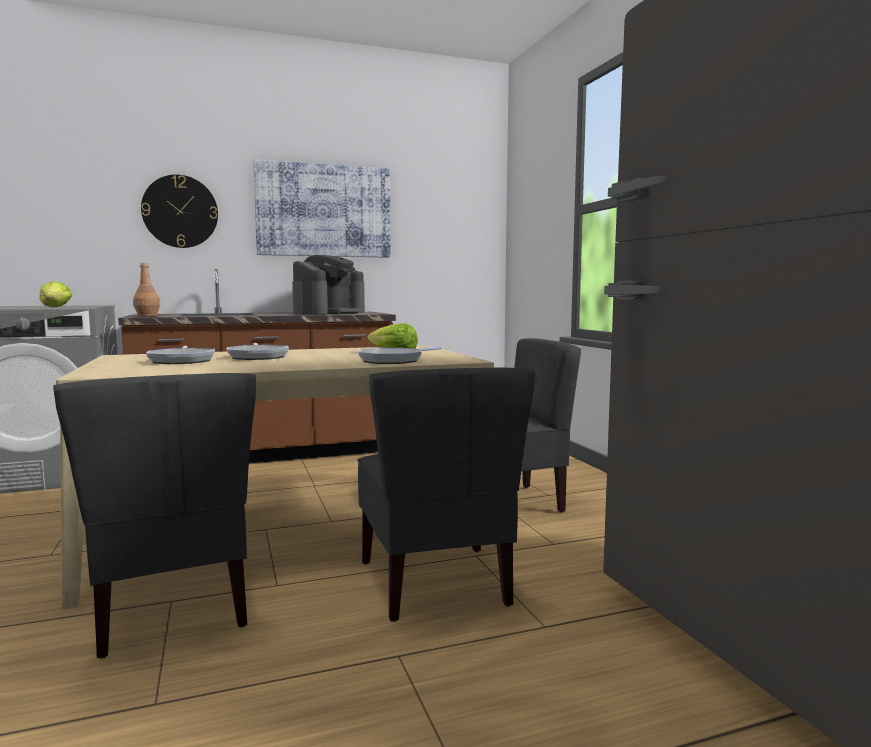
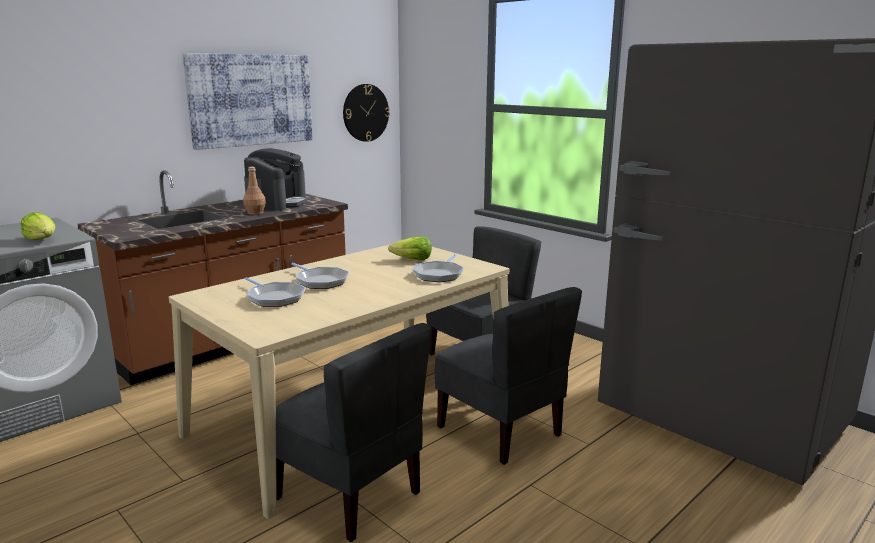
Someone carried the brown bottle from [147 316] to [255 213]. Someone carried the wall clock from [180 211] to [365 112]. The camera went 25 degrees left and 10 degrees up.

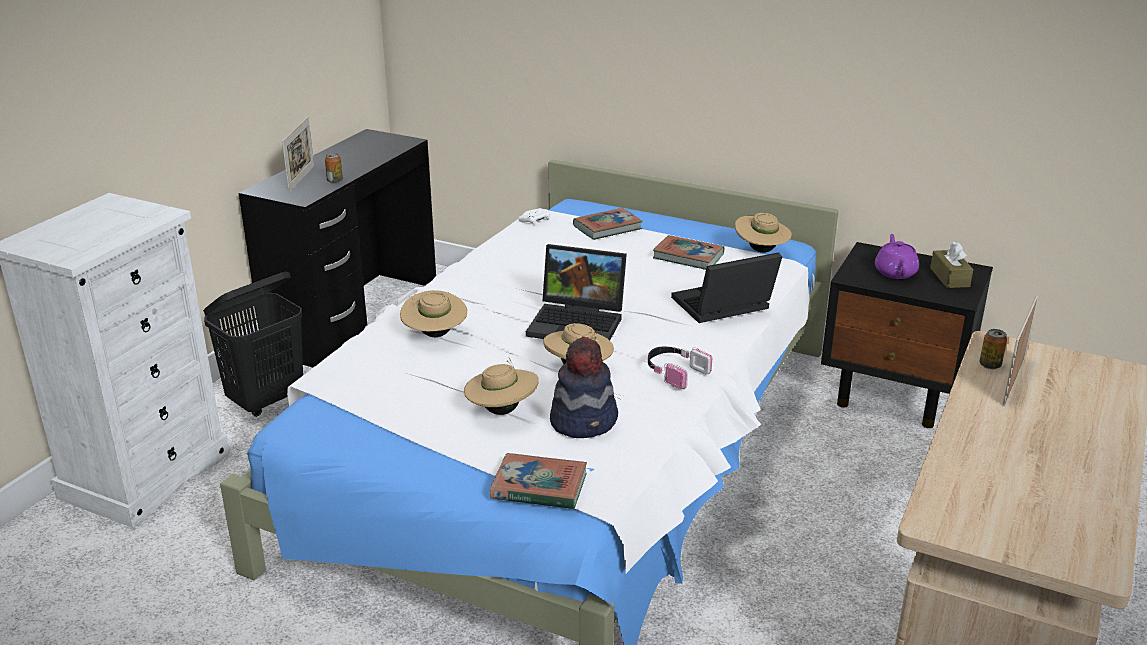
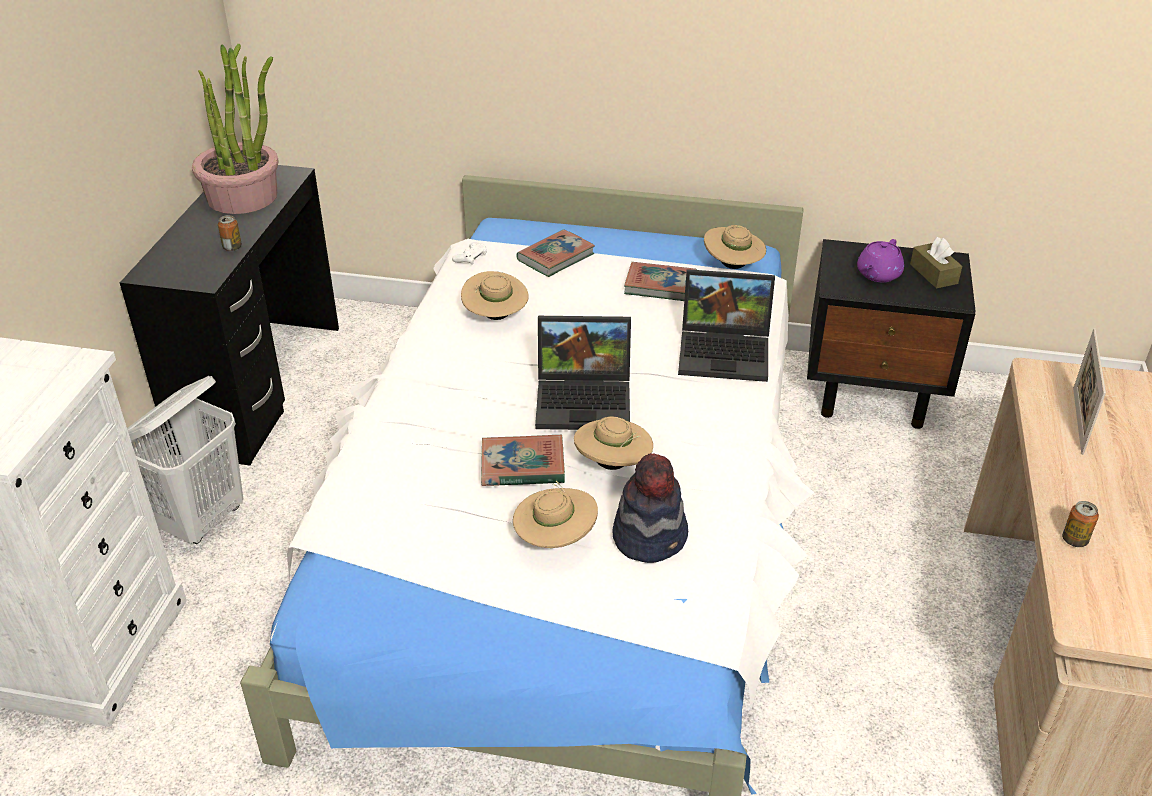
Someone took away the picture frame at [301 179]. Someone took away the headphones at [674 372]. Someone put down the potted plant at [243 196]. Someone carried the beige hat from [435 334] to [495 316]. Someone carried the book from [539 487] to [522 466]. Someone carried the can from [990 365] to [1074 540]. Someone repainted the black laundry basket at [267 401], which became the white laundry basket at [202 520]. Someone rotated the laptop at [722 307] by 135 degrees counterclockwise. Someone rotated the purple teapot at [895 272] by 135 degrees counterclockwise. The camera went 15 degrees left and 10 degrees up.

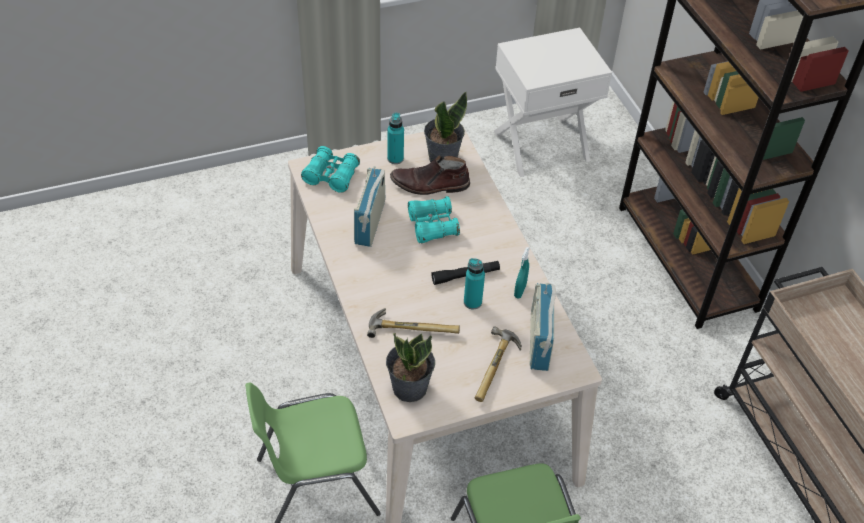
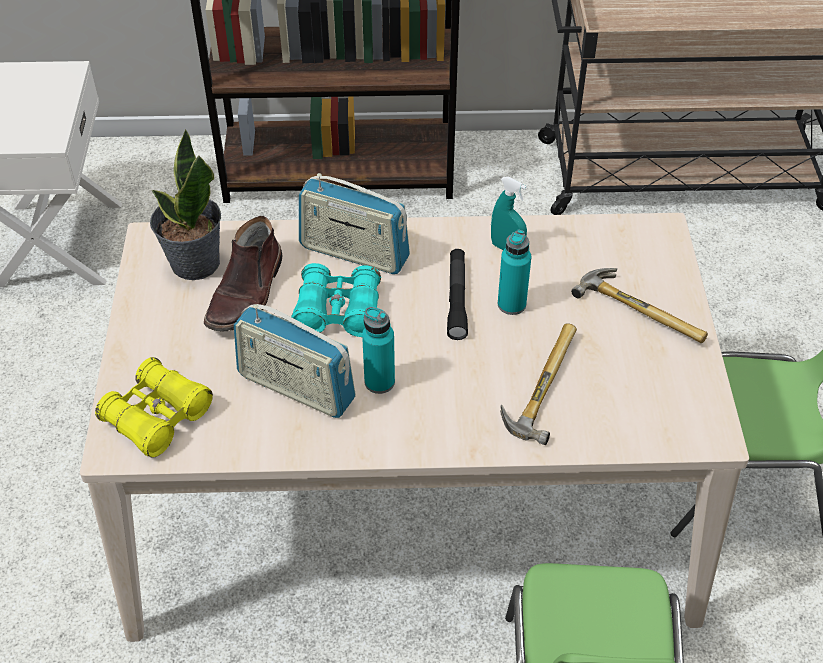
Someone took away the potted plant at [409 387]. Someone carried the turquoise bottle from [395 158] to [379 382]. Someone carried the radio from [539 342] to [354 253]. Someone repainted the turquoise binoculars at [331 176], which became the yellow binoculars at [157 417]. The camera went 70 degrees left and 0 degrees up.

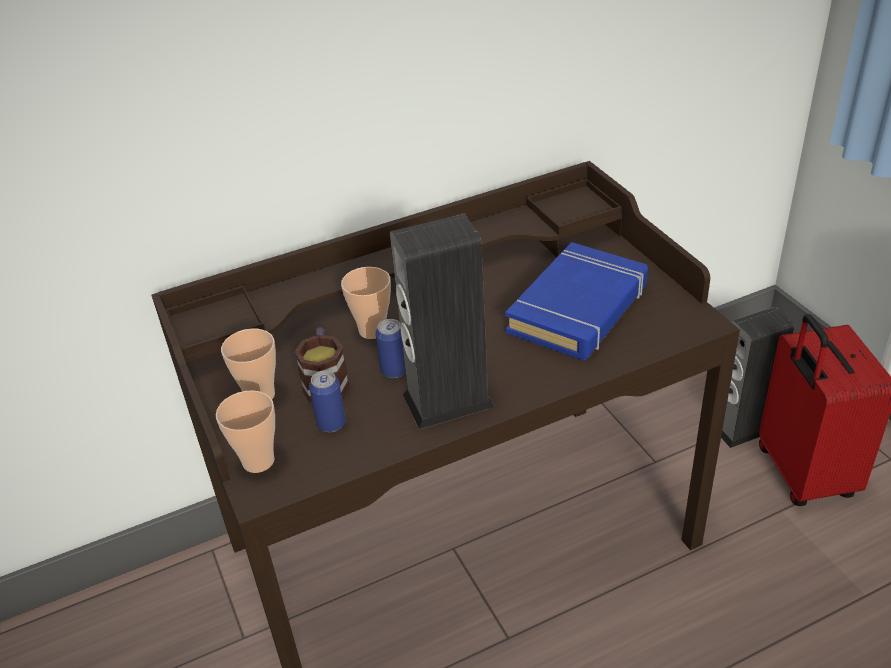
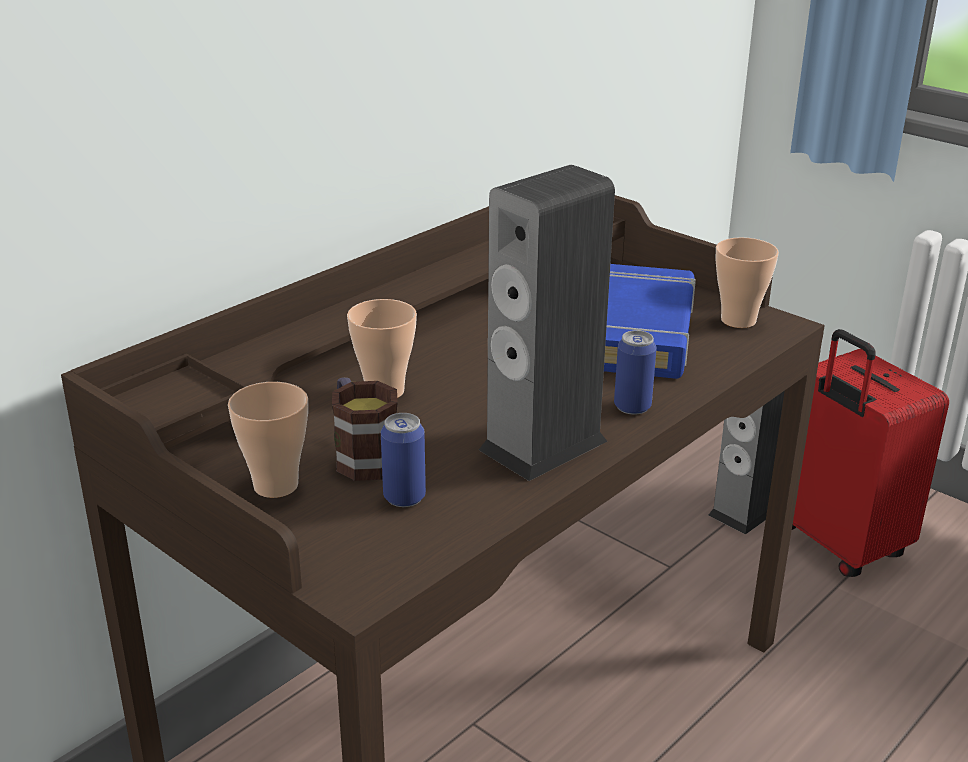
Someone carried the cup from [258 461] to [738 320]. Someone carried the can from [394 370] to [632 407]. The camera went 25 degrees left and 10 degrees down.

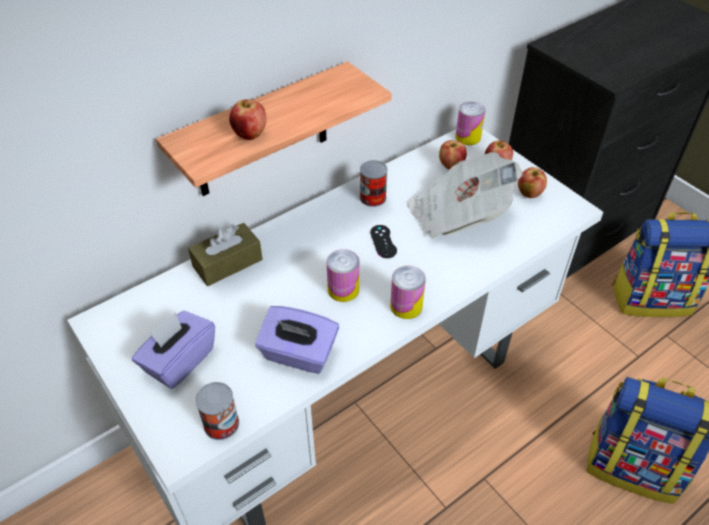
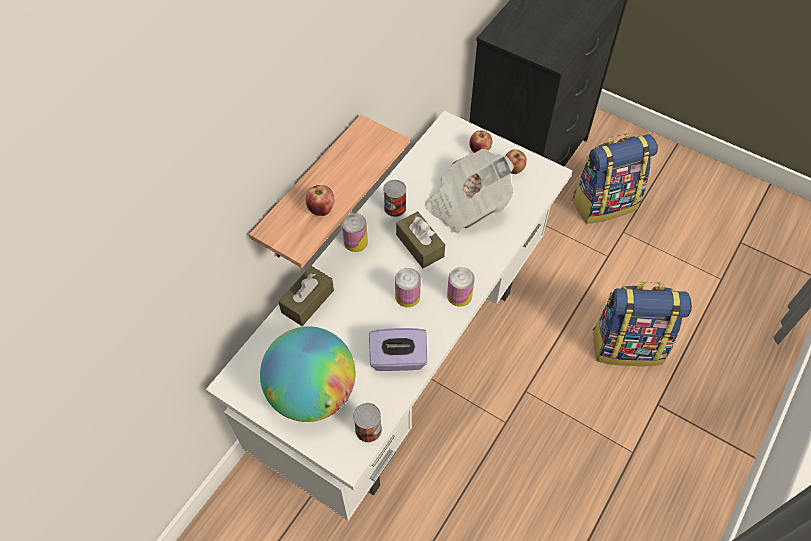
Someone took away the apple at [451 165]. Someone carried the can from [468 137] to [355 242]. Someone swapped the purple tissue box at [179 361] for the globe at [312 393]. Someone swapped the black game controller at [383 241] for the brown tissue box at [420 245]. The camera went 20 degrees left and 10 degrees up.

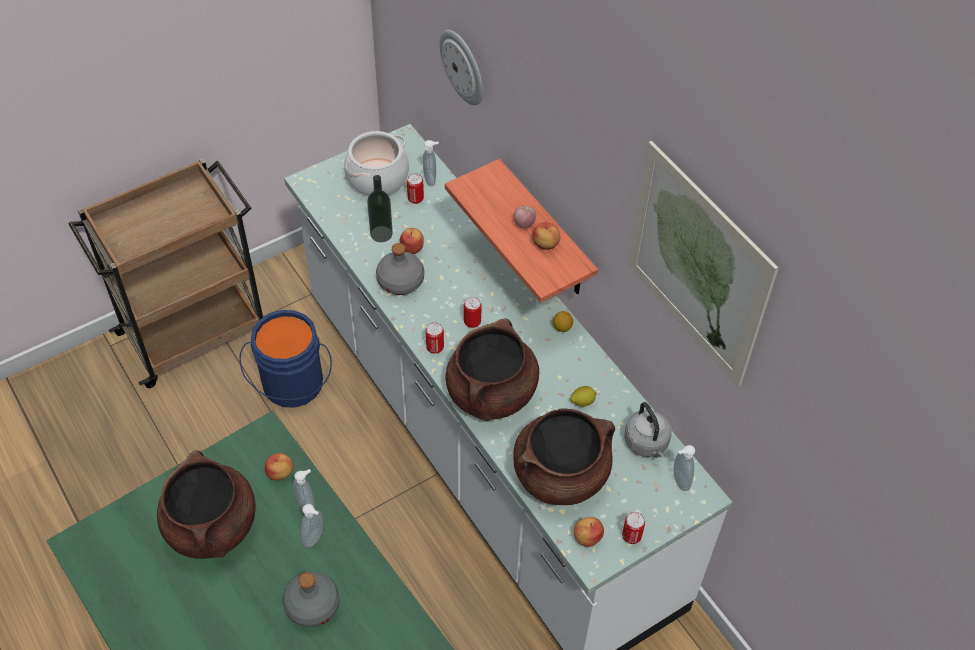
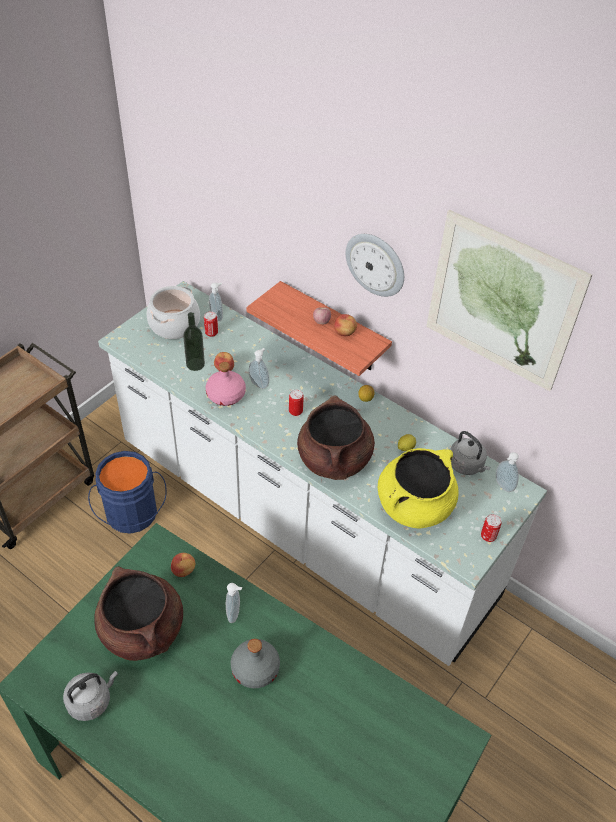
Someone took away the can at [435 347]. Someone took away the apple at [587 537]. Someone put down the grey kettle at [91 701]. Someone carried the soap dispenser from [307 504] to [259 383]. Someone carried the wall clock from [463 66] to [376 264]. Someone repainted the grey bottle at [400 281], which became the pink bottle at [226 395]. Someone repainted the brown cooking pot at [560 474], which became the yellow cooking pot at [414 505]. The camera went 20 degrees left and 5 degrees down.

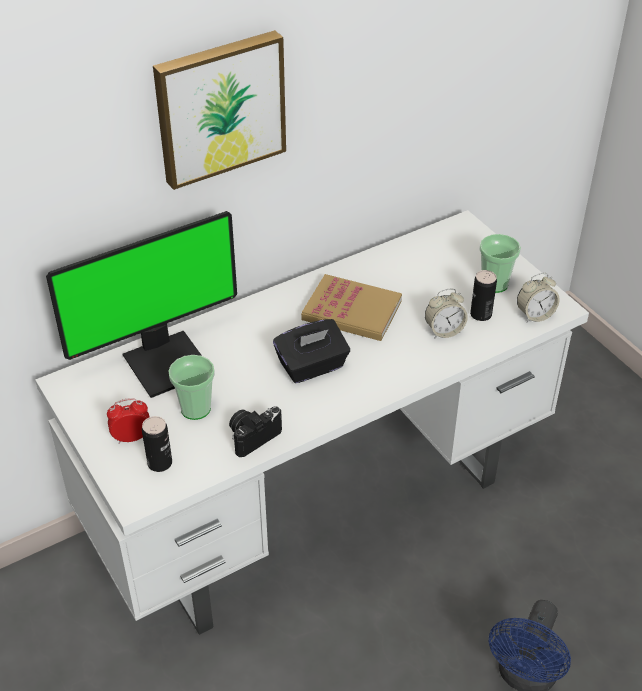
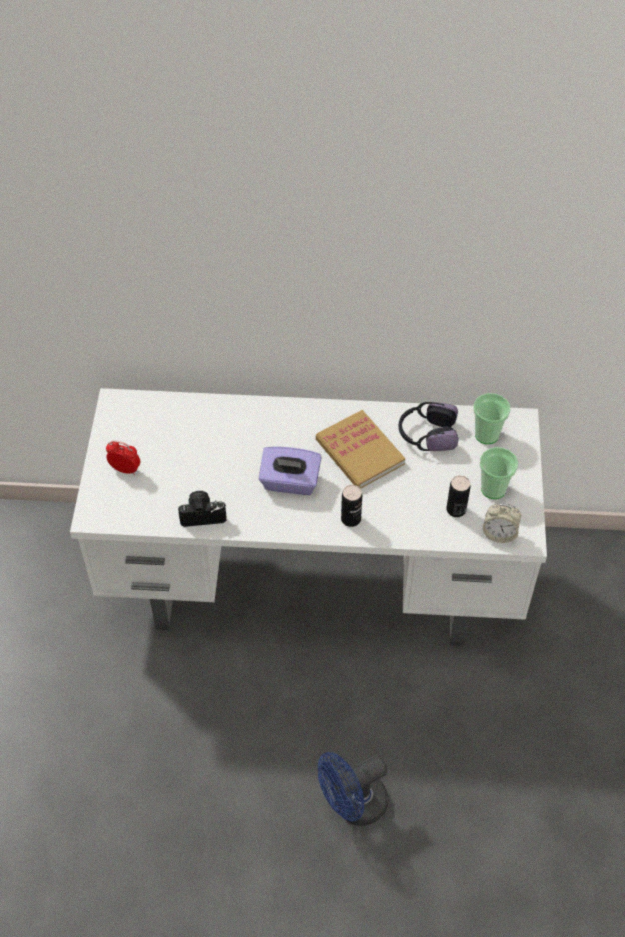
Someone took away the monitor at [166 362]. Someone took away the picture at [219 107]. Someone took away the alarm clock at [444 331]. Someone put down the headphones at [427 434]. Someone carried the can from [160 463] to [351 519]. Someone carried the cup from [195 409] to [486 434]. Someone repainted the black tissue box at [312 366], which became the purple tissue box at [290 482]. The camera went 35 degrees right and 10 degrees up.

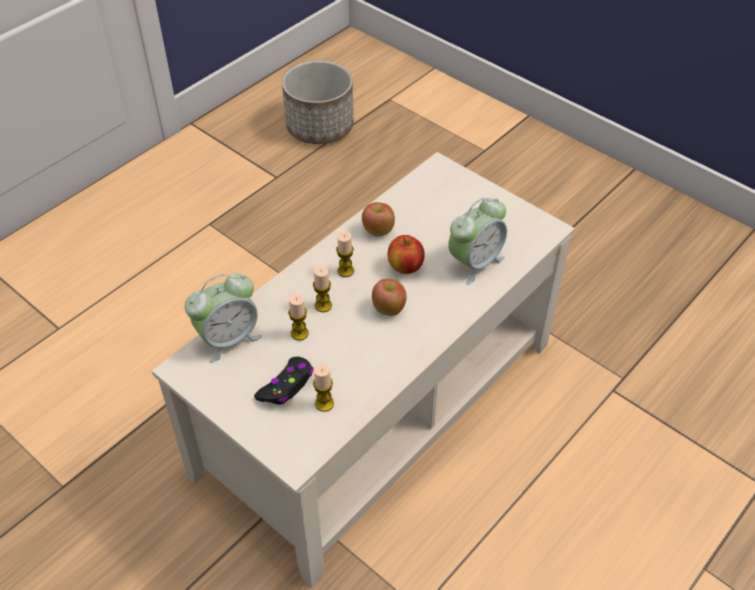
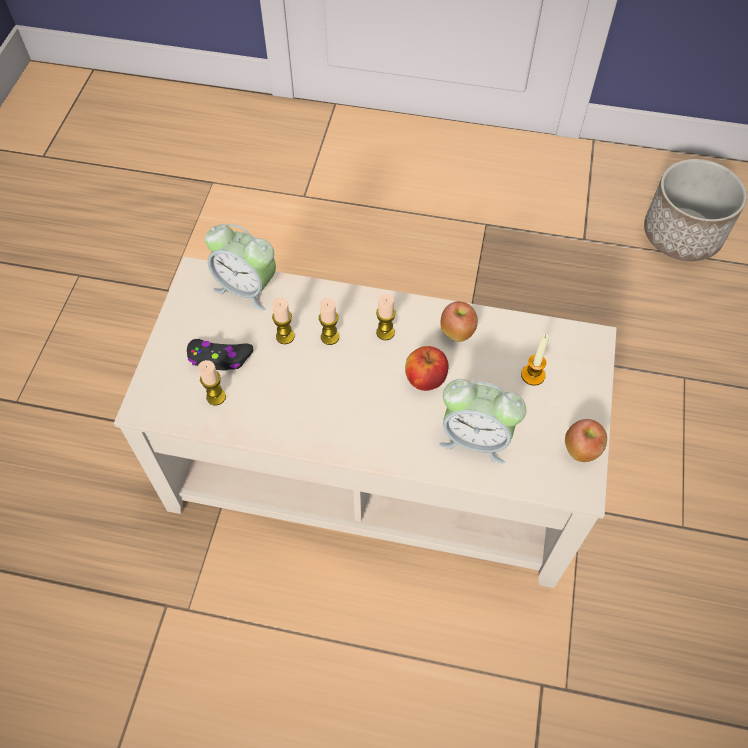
Someone put down the candle at [533 375]. Someone carried the apple from [389 309] to [581 450]. The camera went 60 degrees right and 10 degrees up.

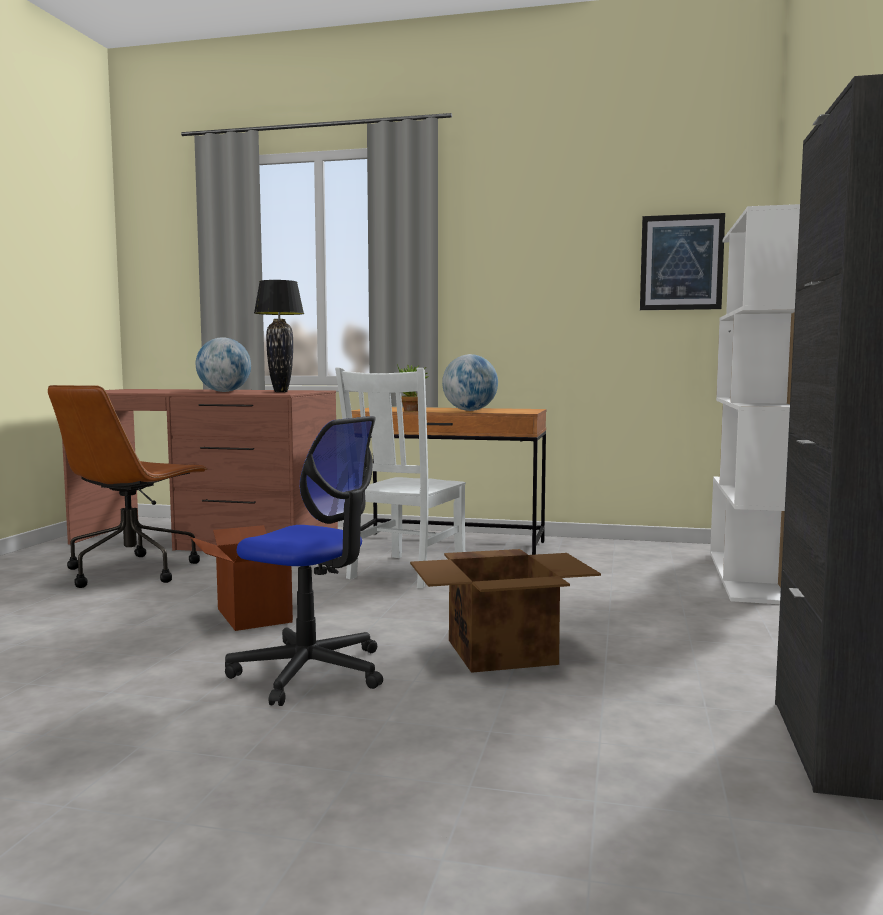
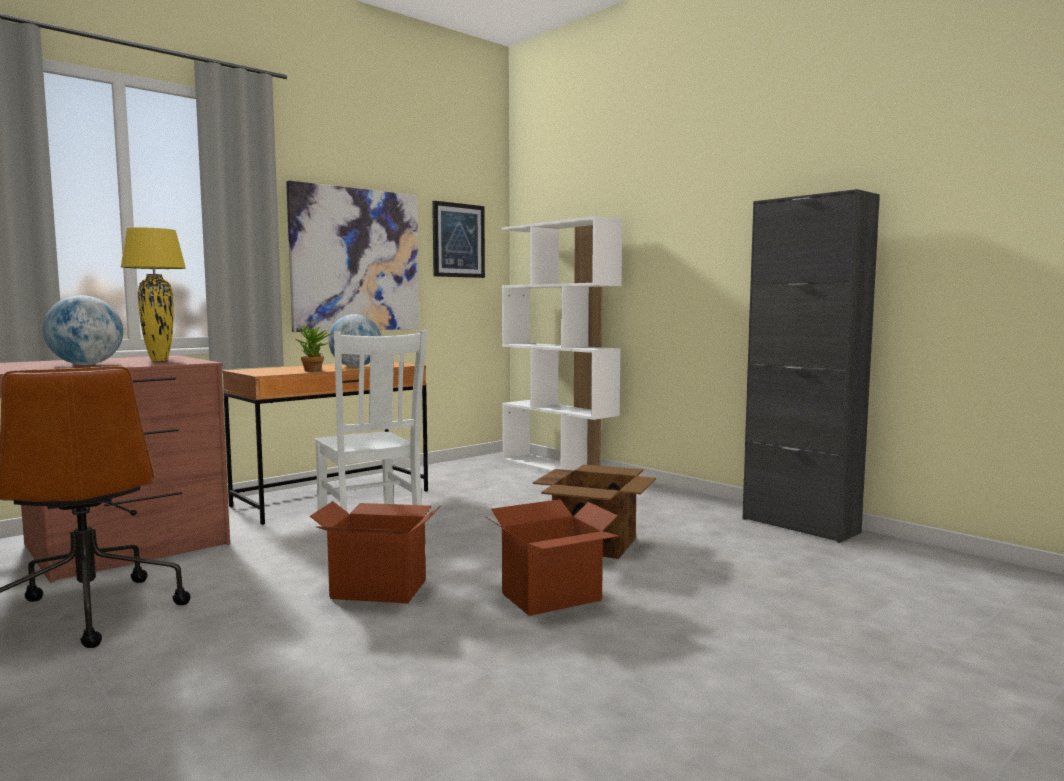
Someone put up the picture at [356 260]. Someone swapped the office chair at [310 672] for the cardboard box at [552 597]. Someone repainted the black table lamp at [280 392], which became the yellow table lamp at [158 360]. The camera went 55 degrees left and 0 degrees up.

